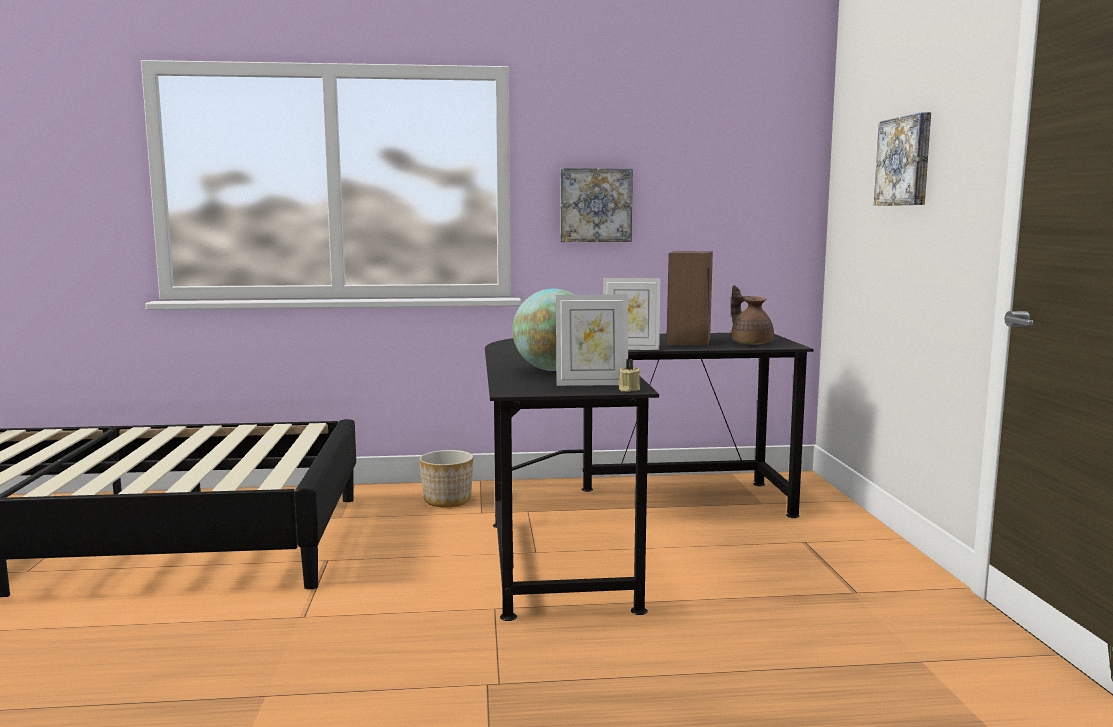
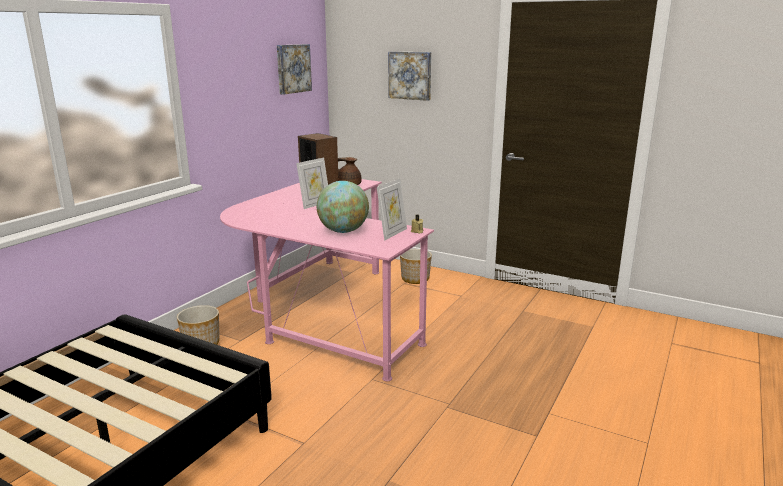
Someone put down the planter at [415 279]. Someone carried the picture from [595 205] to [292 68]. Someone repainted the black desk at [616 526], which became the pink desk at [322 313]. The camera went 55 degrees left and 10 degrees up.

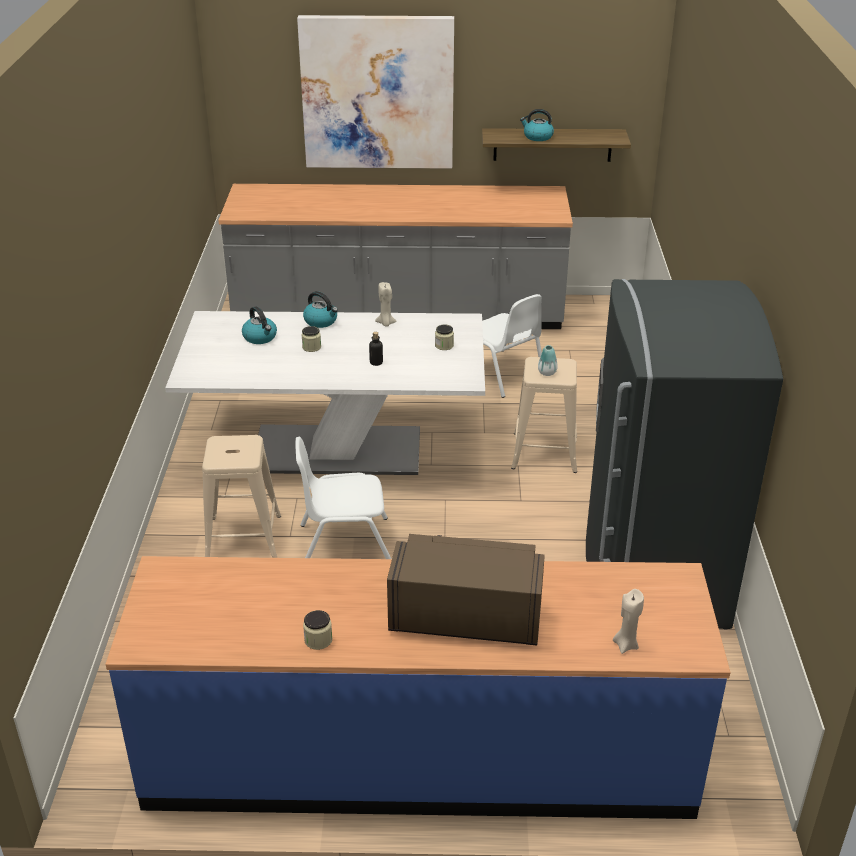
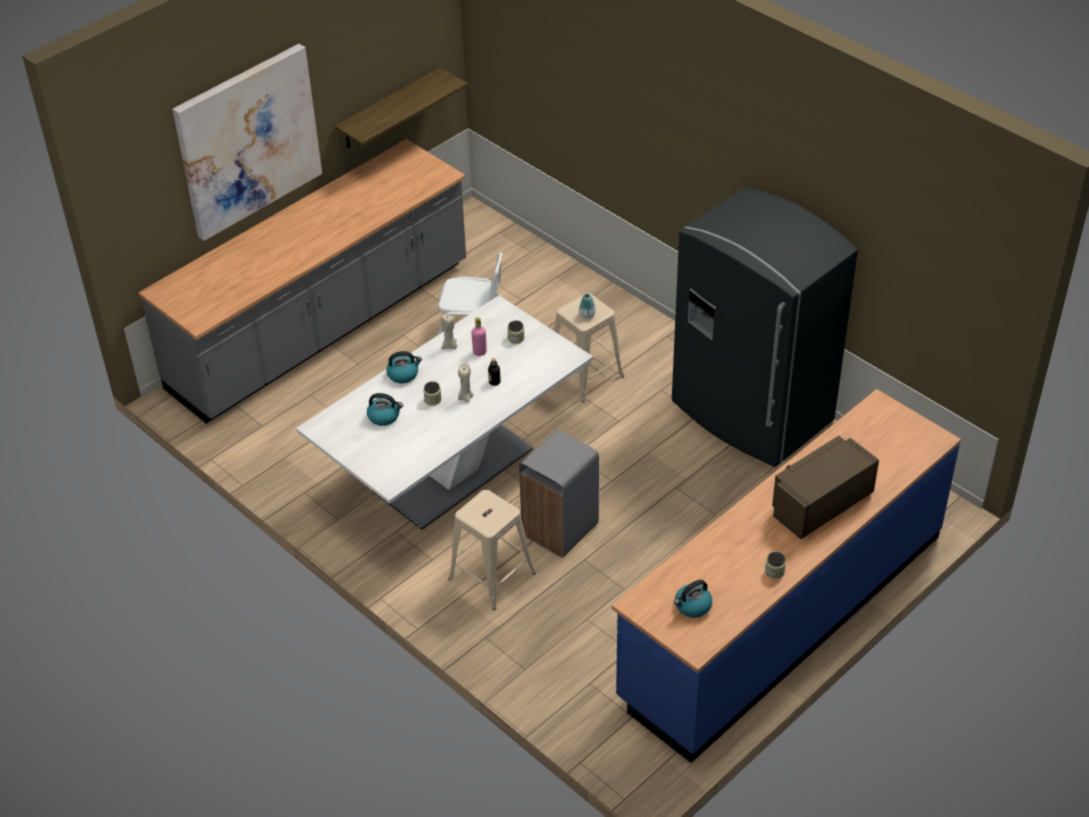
Someone put down the pink bottle at [479 352]. Someone carried the kettle from [537 137] to [692 606]. Someone carried the beige candle from [626 644] to [465 397]. Someone swapped the white chair at [345 543] for the grey trash can at [559 530]. The camera went 45 degrees left and 10 degrees up.

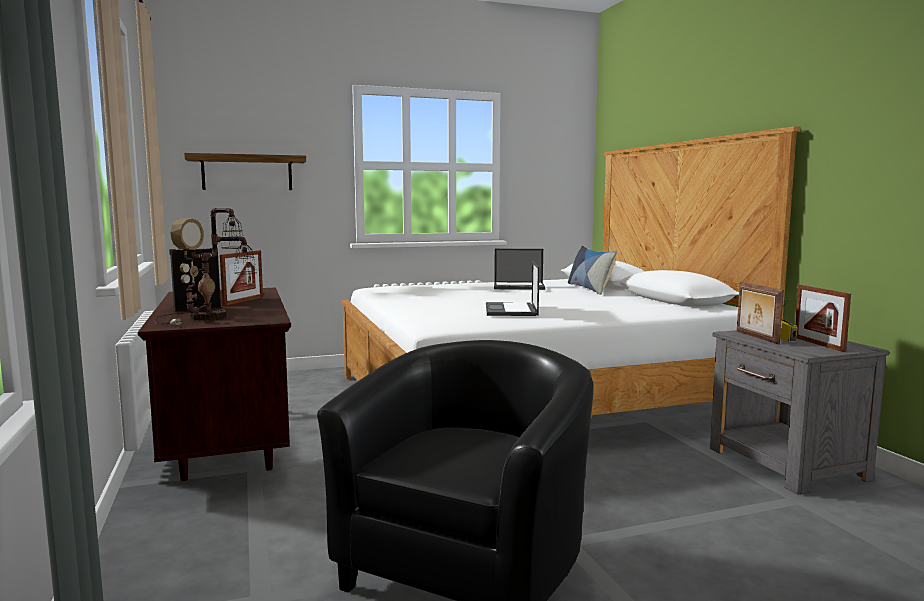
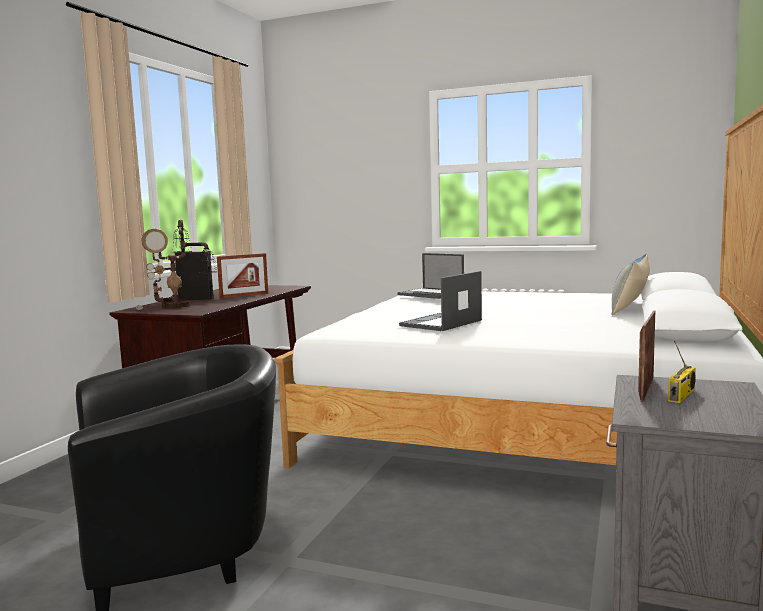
Someone took away the shelf at [247 173]. Someone took away the picture frame at [818 344]. Someone carried the laptop from [519 286] to [431 294]. The camera went 40 degrees right and 0 degrees up.

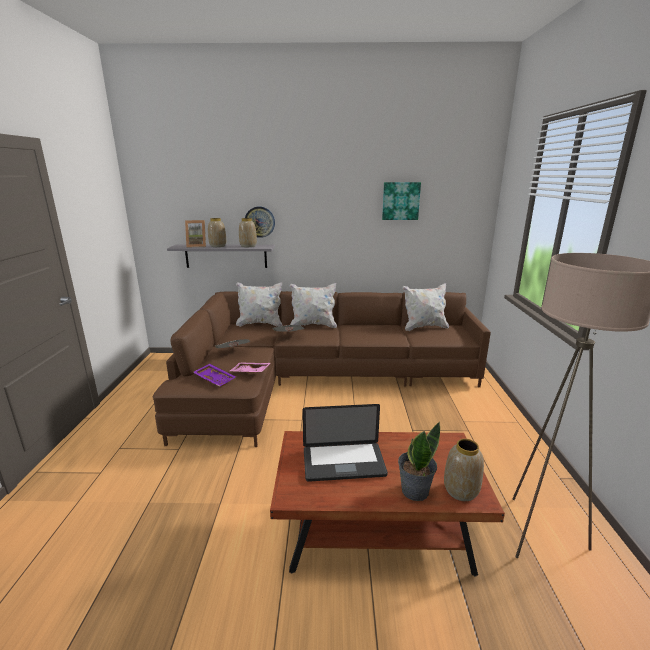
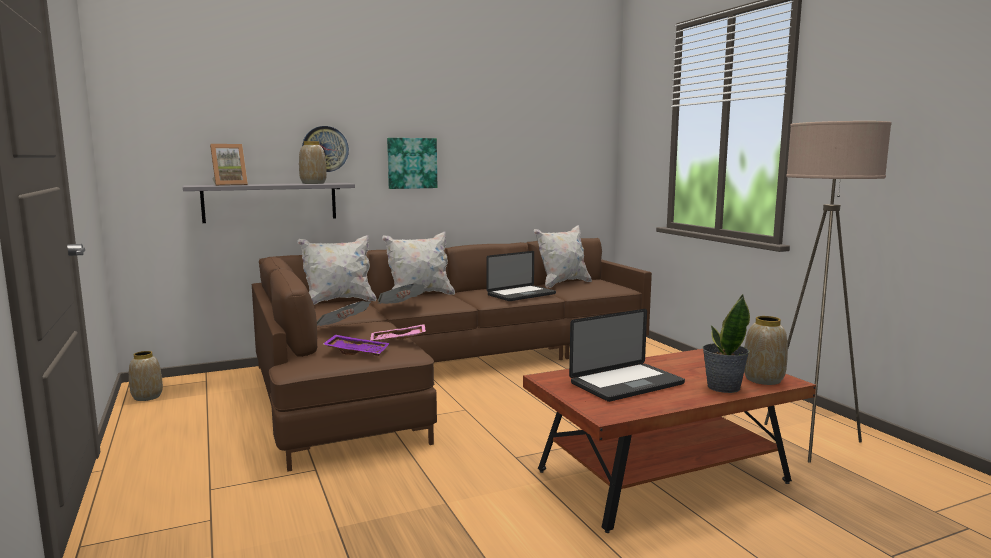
Someone put down the laptop at [521 294]. Someone carried the vase from [217 246] to [147 397]. Someone carried the picture from [400 201] to [411 163]. The camera went 25 degrees left and 10 degrees down.

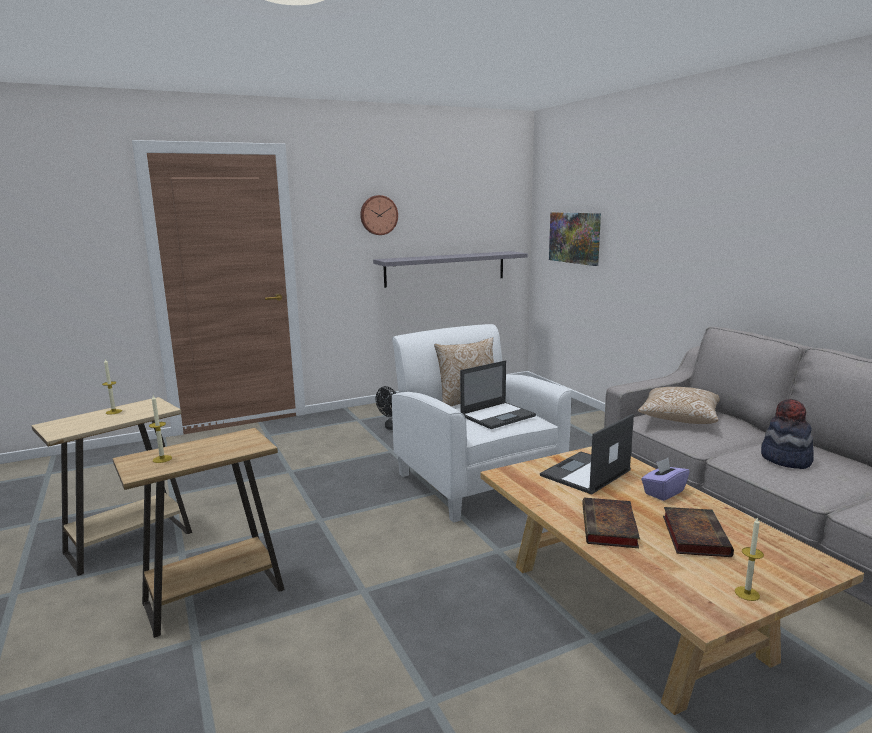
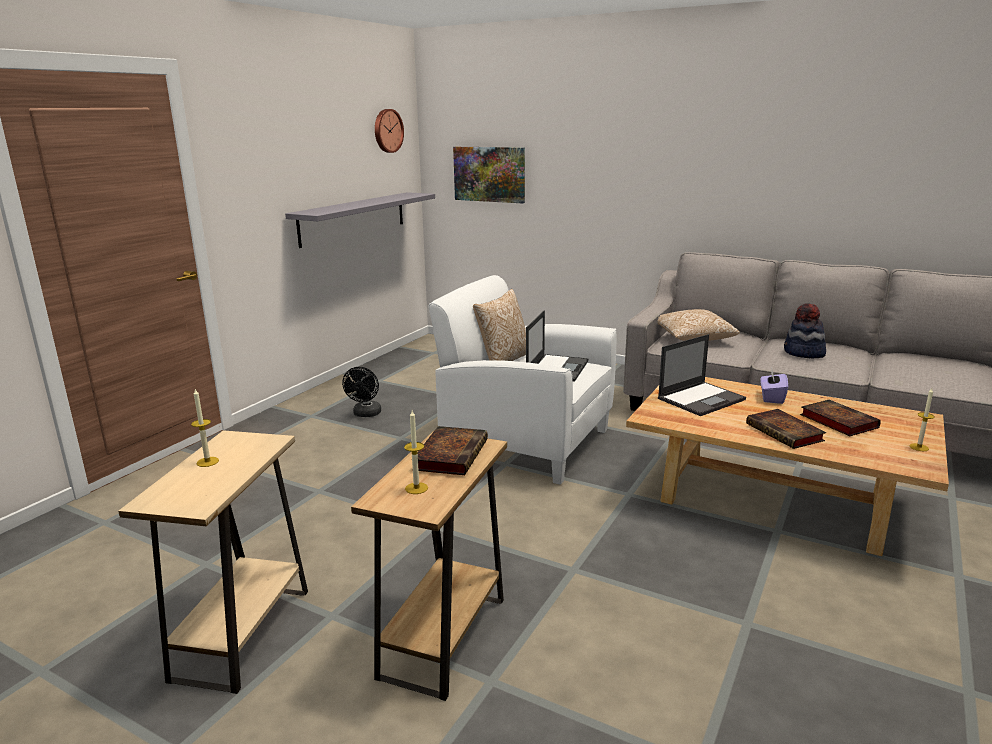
Someone put down the book at [451 454]. Someone carried the wall clock from [378 215] to [387 131]. Someone rotated the laptop at [585 473] by 135 degrees counterclockwise. The camera went 35 degrees left and 5 degrees up.

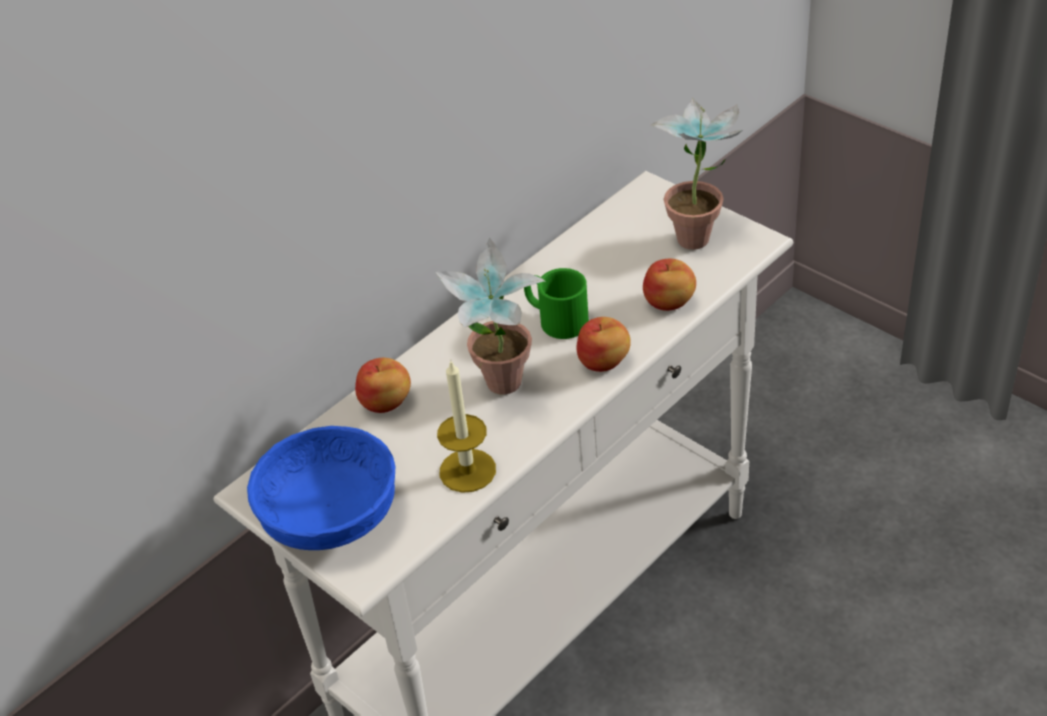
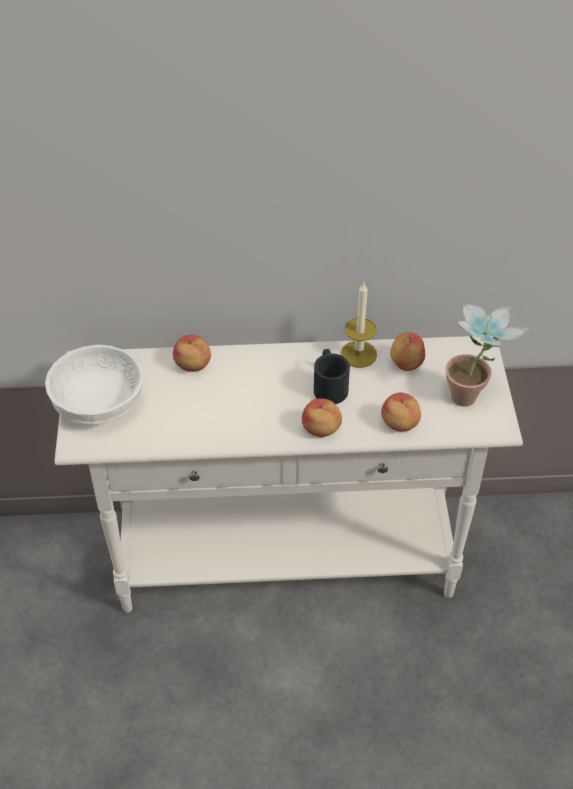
Someone took away the potted plant at [502 392]. Someone put down the apple at [405 363]. Someone carried the candle from [467 470] to [358 354]. Someone repainted the blue bowl at [333 515], which became the white bowl at [100 403]. Someone repainted the green mug at [555 318], which became the black mug at [329 385]. The camera went 40 degrees right and 5 degrees up.

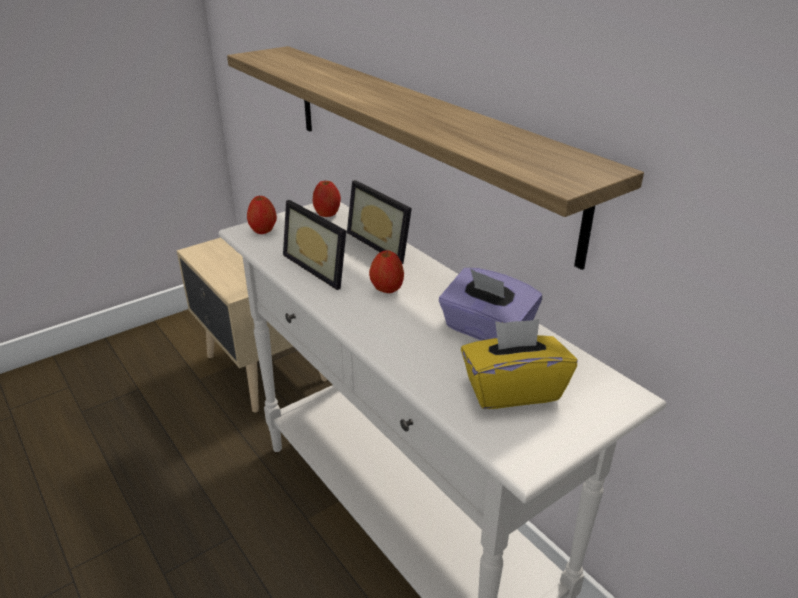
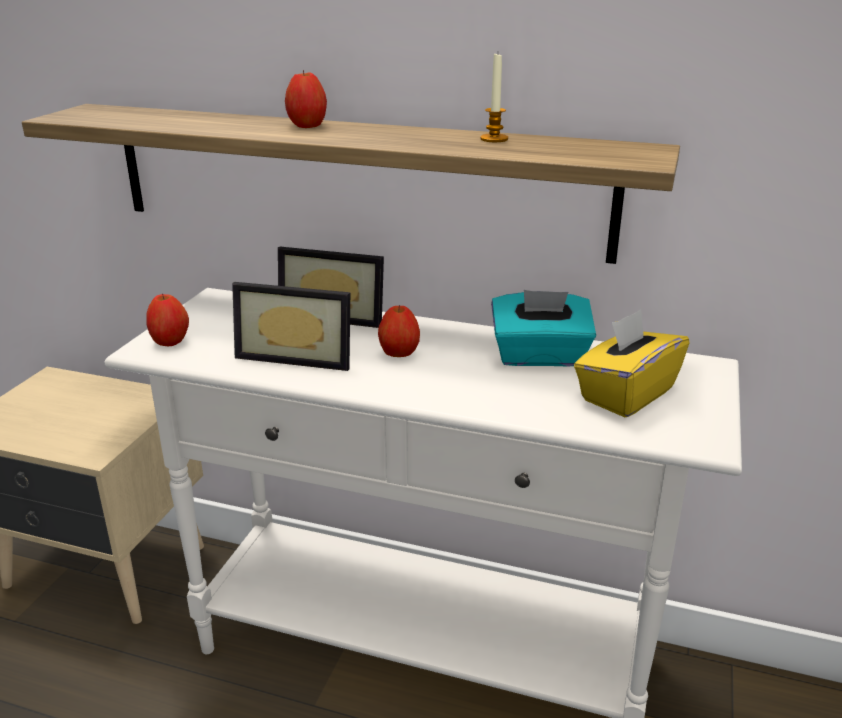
Someone put down the candle at [494 139]. Someone carried the apple from [327 214] to [307 125]. Someone repainted the purple tissue box at [486 330], which became the turquoise tissue box at [540 357]. The camera went 35 degrees left and 5 degrees down.

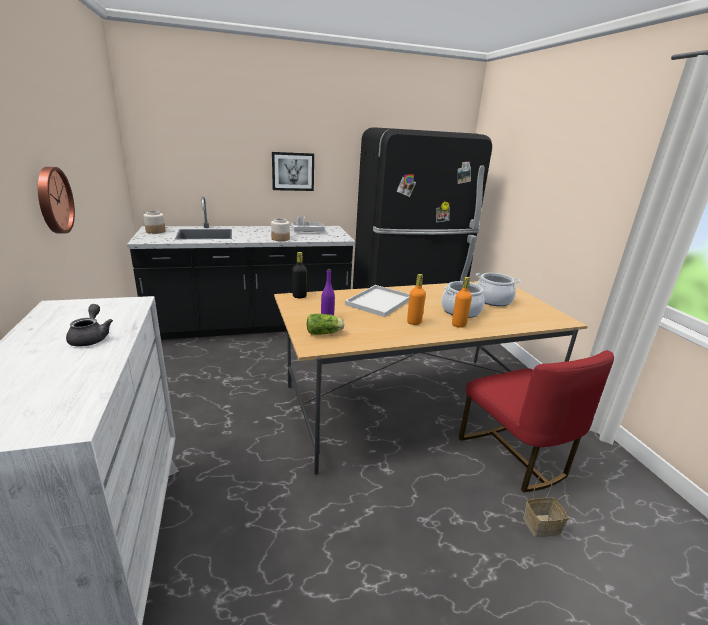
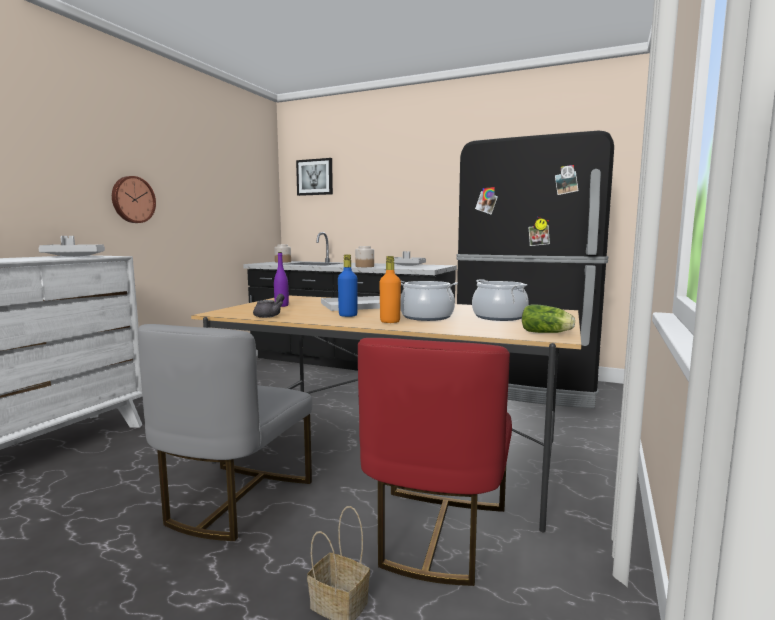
Someone took away the black bottle at [299 296]. Someone put down the grey tray at [74 256]. Someone put down the grey chair at [234 500]. Someone carried the grey teapot from [91 338] to [270 315]. Someone carried the picture from [293 171] to [315 177]. Someone carried the lettuce from [325 333] to [547 333]. Someone repainted the orange bottle at [414 322], which became the blue bottle at [348 315]. The camera went 40 degrees right and 15 degrees down.

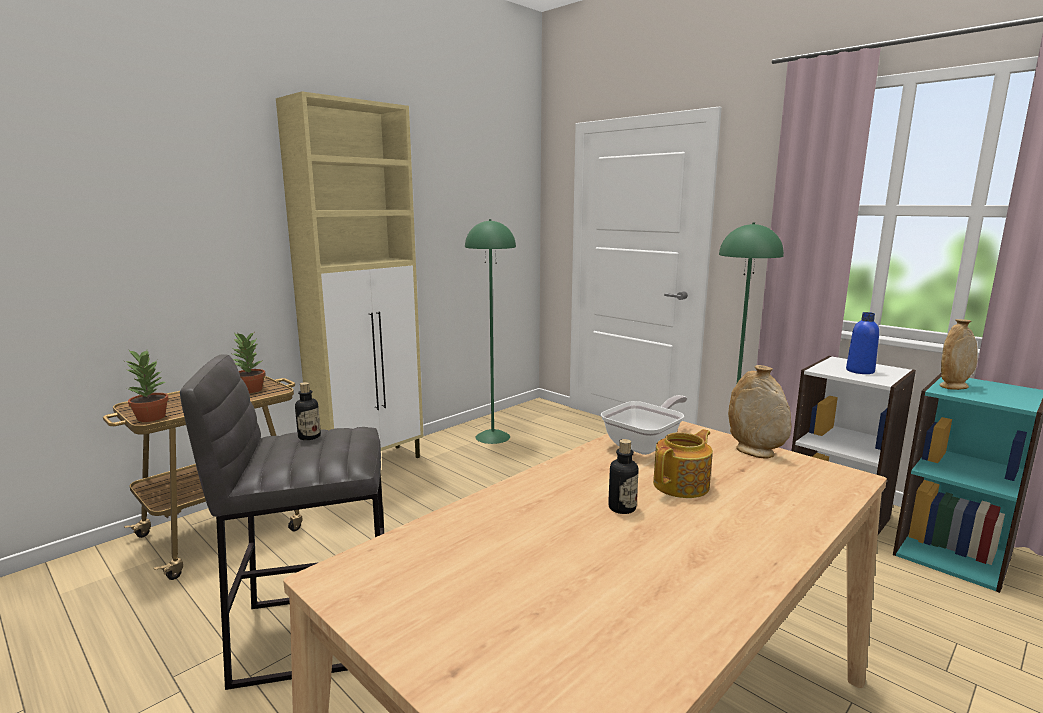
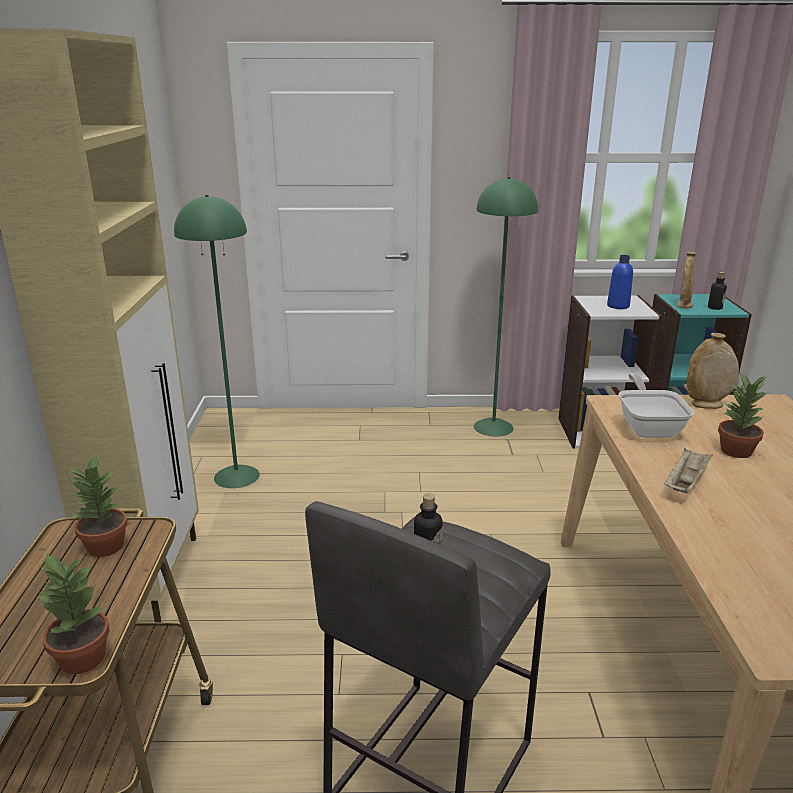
Someone put down the beige tray at [685 482]. Someone carried the bottle from [622 508] to [714 308]. Someone swapped the teapot at [682 485] for the potted plant at [736 451]. The camera went 45 degrees left and 10 degrees up.

